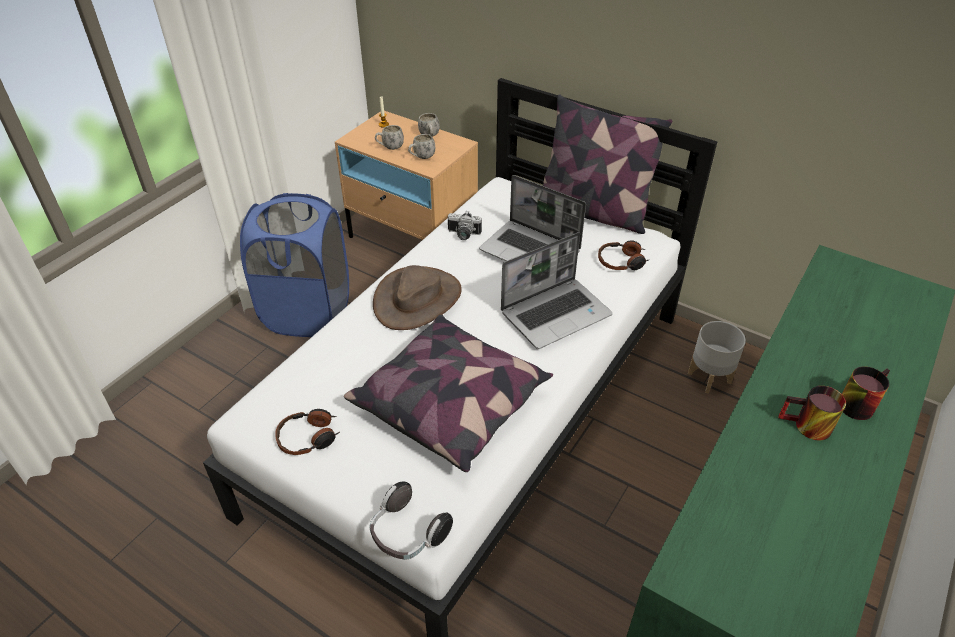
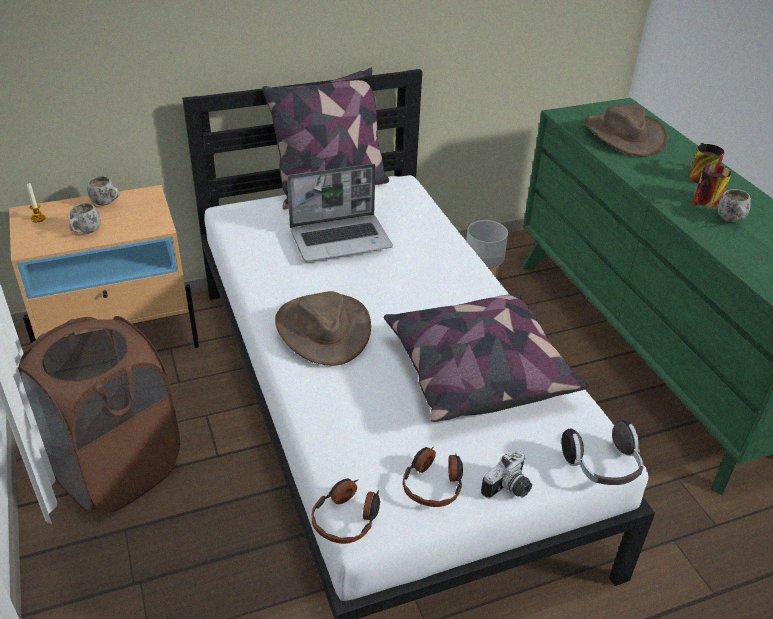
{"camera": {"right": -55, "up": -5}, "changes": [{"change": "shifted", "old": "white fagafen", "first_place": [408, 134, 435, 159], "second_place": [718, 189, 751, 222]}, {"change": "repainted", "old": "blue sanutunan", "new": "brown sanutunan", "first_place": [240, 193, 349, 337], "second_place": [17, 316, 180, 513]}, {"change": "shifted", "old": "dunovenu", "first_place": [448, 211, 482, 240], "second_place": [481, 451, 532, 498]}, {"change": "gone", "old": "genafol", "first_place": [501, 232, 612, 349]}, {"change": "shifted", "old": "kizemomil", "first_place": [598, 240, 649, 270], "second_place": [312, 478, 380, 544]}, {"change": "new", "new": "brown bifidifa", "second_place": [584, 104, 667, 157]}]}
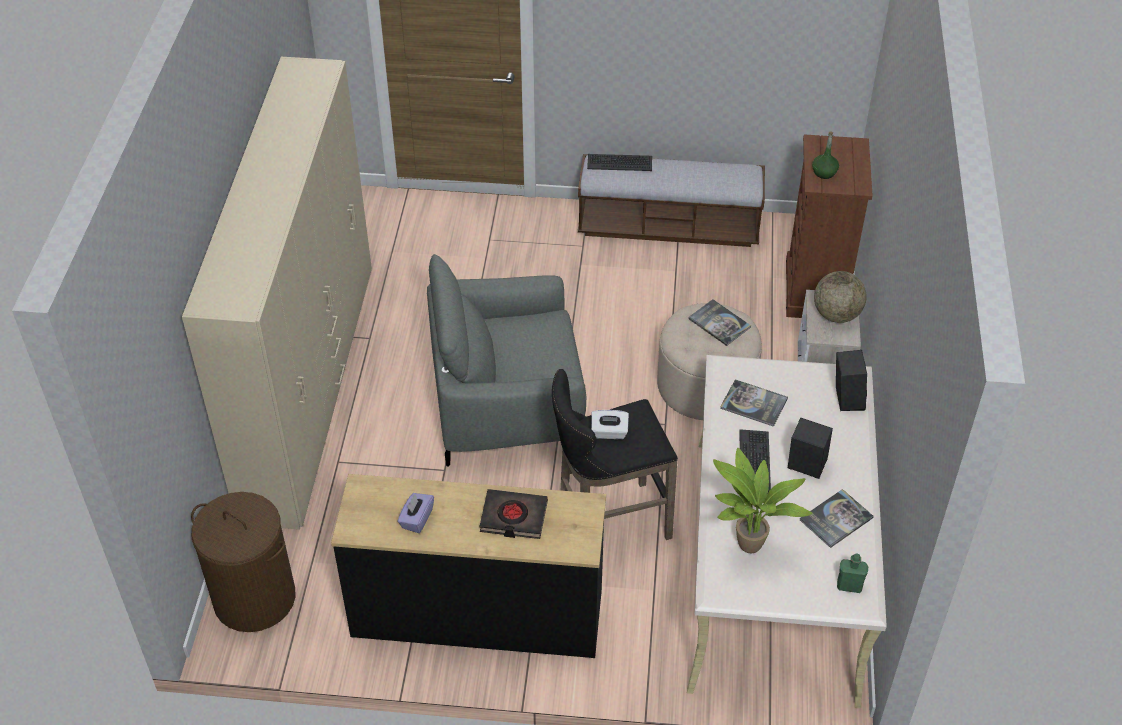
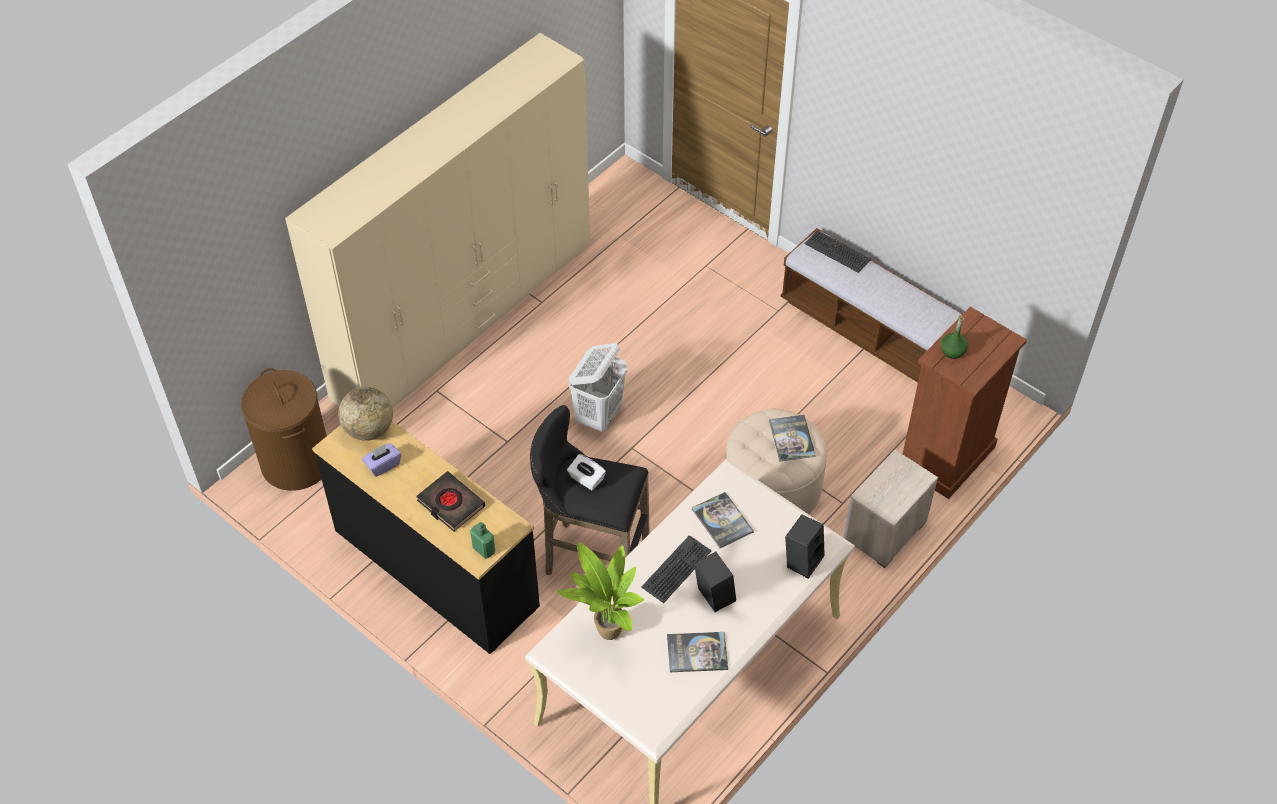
{"camera": {"right": 35, "up": 5}, "changes": [{"change": "swapped", "old": "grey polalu", "new": "white sanutunan", "first_place": [427, 254, 586, 467], "second_place": [569, 343, 627, 432]}, {"change": "shifted", "old": "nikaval", "first_place": [814, 271, 867, 323], "second_place": [338, 387, 393, 441]}, {"change": "shifted", "old": "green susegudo", "first_place": [837, 554, 868, 593], "second_place": [470, 522, 495, 559]}]}
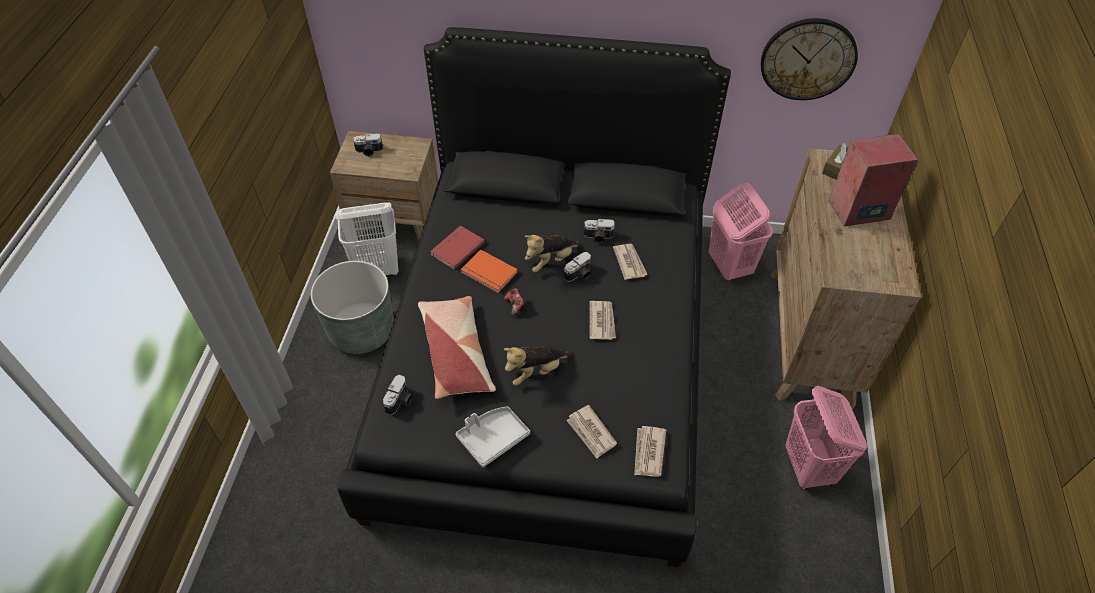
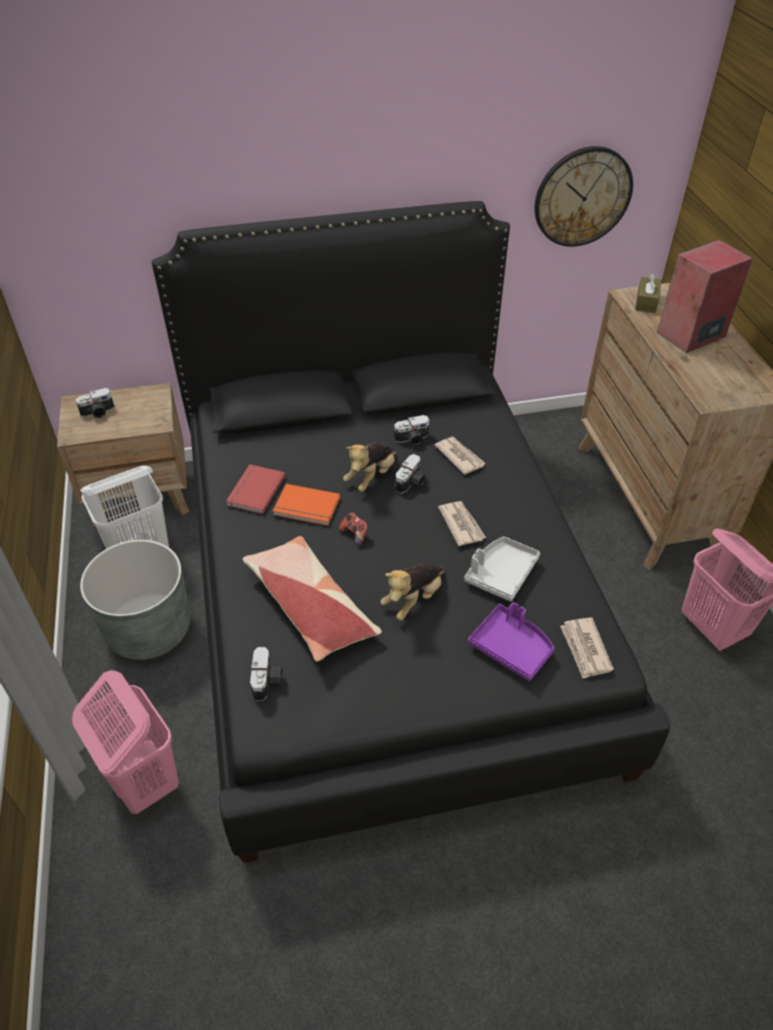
{"camera": {"right": -20, "up": -5}, "changes": [{"change": "shifted", "old": "pink sanutunan", "first_place": [709, 183, 773, 280], "second_place": [72, 670, 179, 814]}, {"change": "swapped", "old": "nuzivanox", "new": "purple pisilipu", "first_place": [566, 405, 617, 459], "second_place": [468, 602, 555, 681]}, {"change": "shifted", "old": "grey pisilipu", "first_place": [455, 406, 530, 467], "second_place": [464, 536, 540, 602]}]}
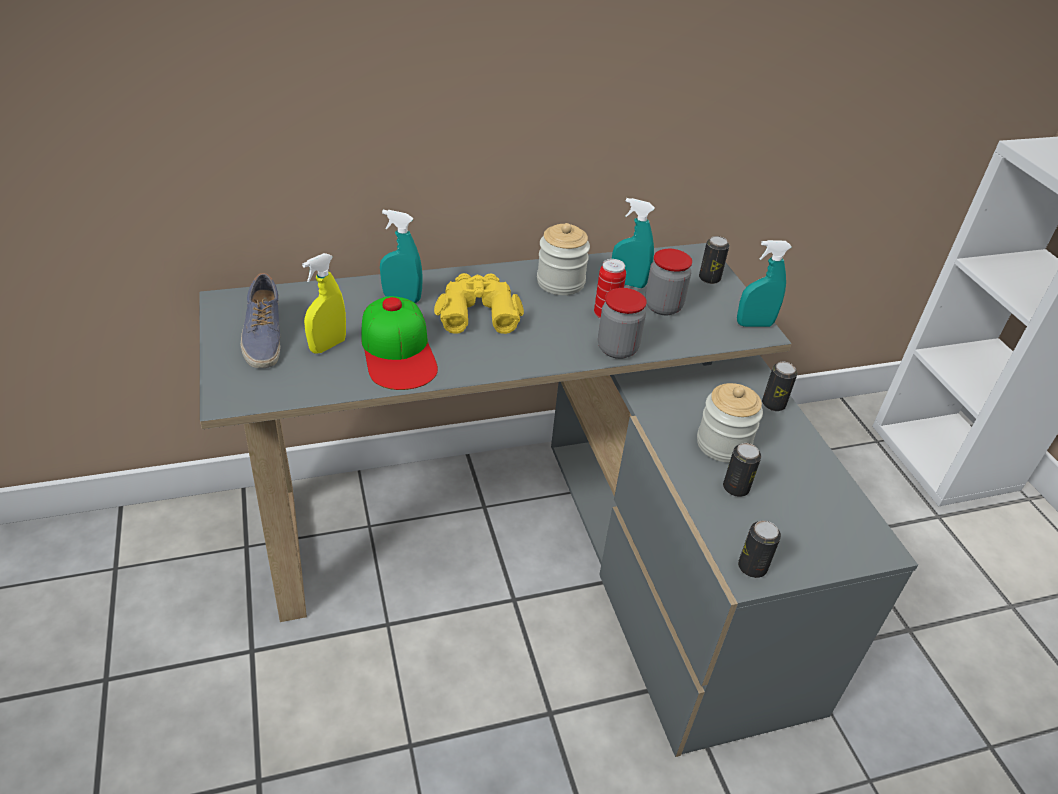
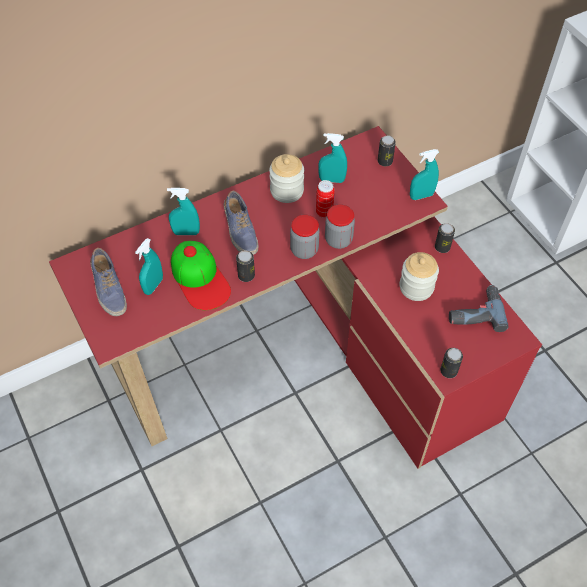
{"camera": {"right": -10, "up": 15}, "changes": [{"change": "repainted", "old": "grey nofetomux", "new": "red nofetomux", "first_place": [200, 243, 918, 757], "second_place": [49, 126, 542, 469]}, {"change": "shifted", "old": "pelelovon", "first_place": [645, 249, 692, 315], "second_place": [290, 215, 319, 259]}, {"change": "repainted", "old": "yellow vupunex", "new": "turquoise vupunex", "first_place": [302, 253, 346, 354], "second_place": [135, 238, 163, 295]}, {"change": "swapped", "old": "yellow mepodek", "new": "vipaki", "first_place": [434, 273, 524, 334], "second_place": [224, 191, 258, 255]}, {"change": "shifted", "old": "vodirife", "first_place": [723, 443, 761, 497], "second_place": [236, 250, 255, 282]}, {"change": "new", "new": "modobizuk", "second_place": [449, 285, 509, 332]}]}
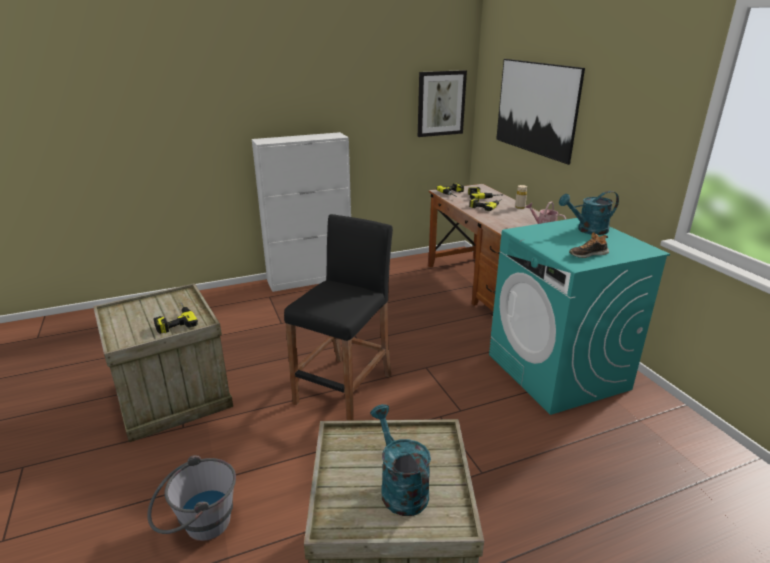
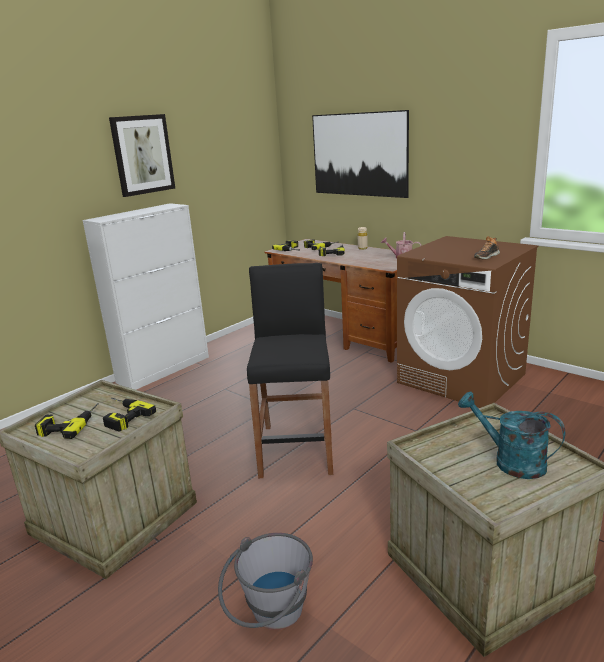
{"camera": {"right": -25, "up": -5}, "changes": [{"change": "shifted", "old": "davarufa", "first_place": [418, 70, 467, 137], "second_place": [109, 114, 175, 197]}, {"change": "gone", "old": "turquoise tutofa", "first_place": [559, 191, 619, 235]}, {"change": "repainted", "old": "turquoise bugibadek", "new": "brown bugibadek", "first_place": [489, 218, 670, 415], "second_place": [397, 236, 538, 408]}, {"change": "new", "new": "modobizuk", "second_place": [35, 403, 99, 439]}]}
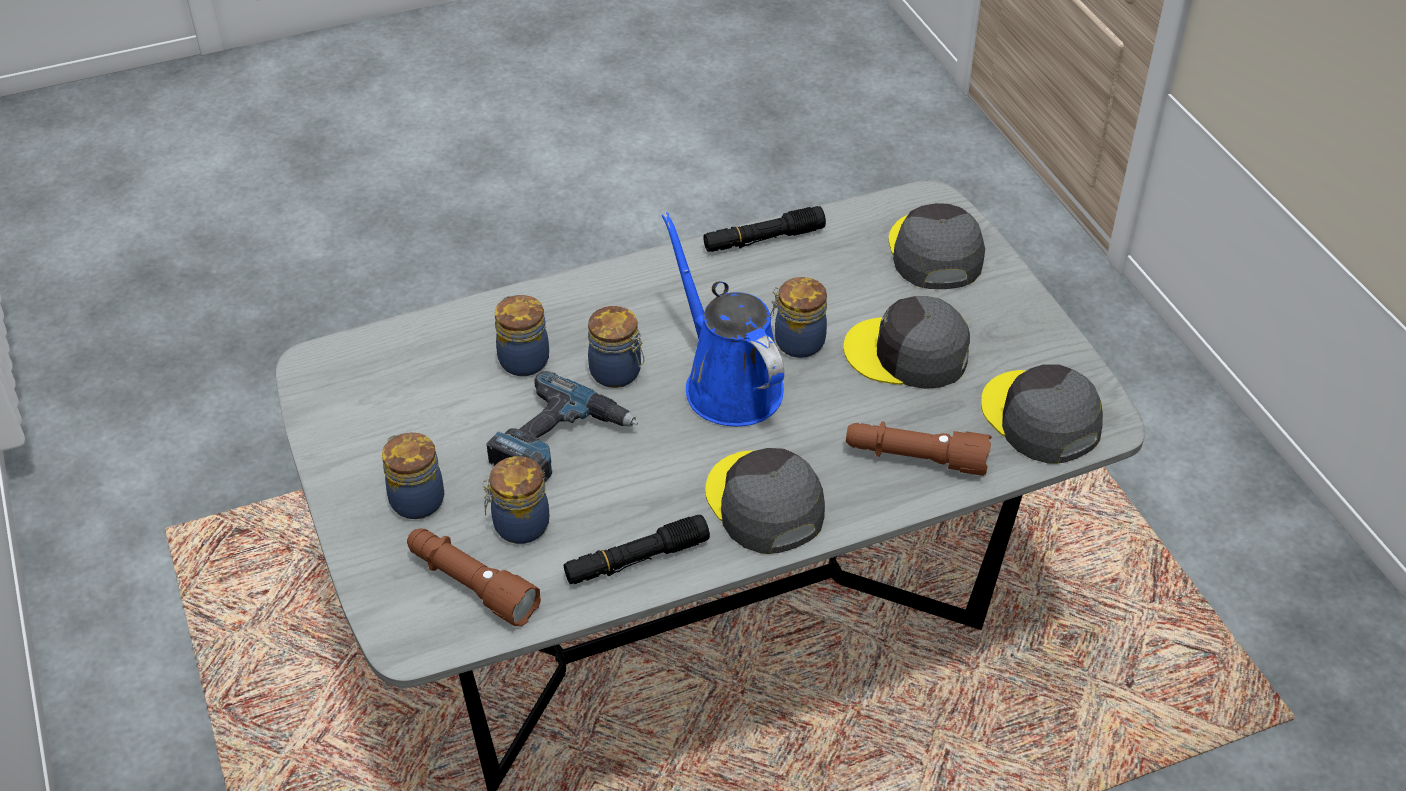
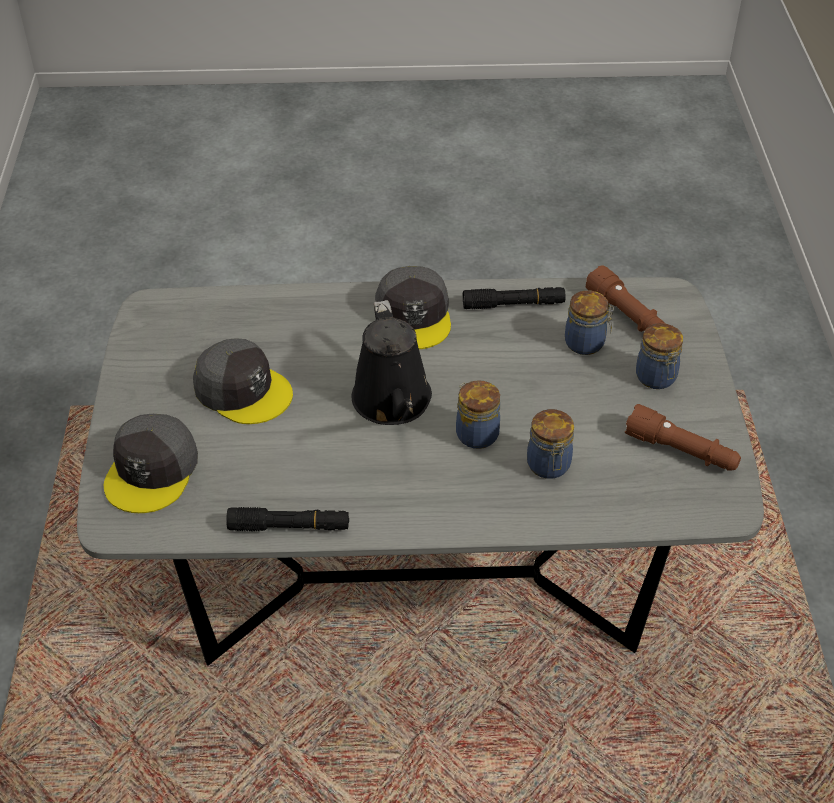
{"camera": {"right": -160, "up": 0}, "changes": [{"change": "repainted", "old": "blue tutofa", "new": "black tutofa", "first_place": [662, 212, 784, 426], "second_place": [351, 300, 432, 425]}, {"change": "gone", "old": "pelelovon", "first_place": [770, 277, 827, 358]}, {"change": "gone", "old": "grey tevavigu", "first_place": [981, 365, 1103, 464]}, {"change": "gone", "old": "modobizuk", "first_place": [487, 371, 638, 482]}, {"change": "shifted", "old": "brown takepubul", "first_place": [846, 421, 992, 476], "second_place": [625, 404, 741, 471]}]}
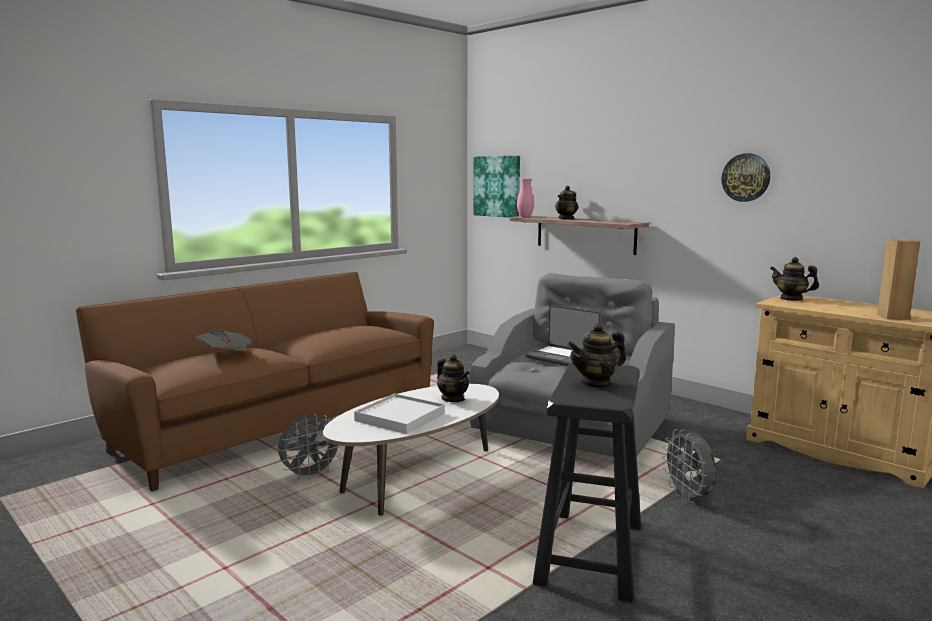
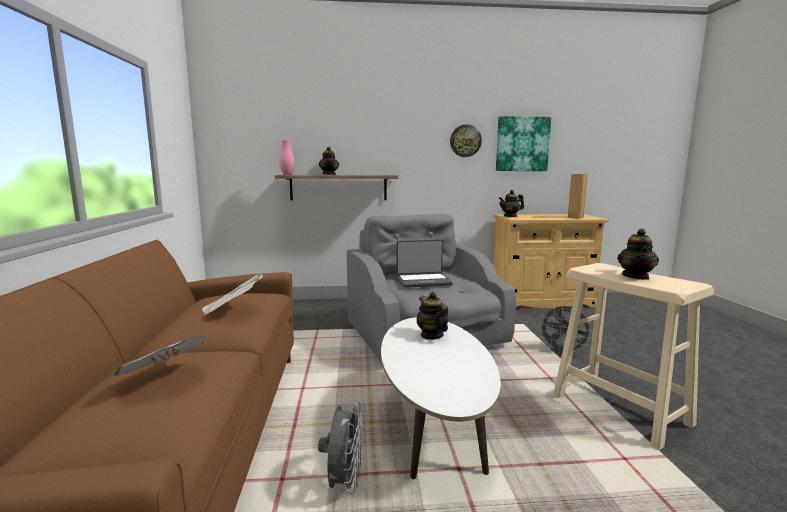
{"camera": {"right": -50, "up": 0}, "changes": [{"change": "shifted", "old": "davarufa", "first_place": [473, 156, 520, 218], "second_place": [496, 116, 551, 171]}, {"change": "rotated", "old": "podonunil", "first_place": [437, 354, 469, 402], "second_place": [417, 292, 448, 340], "degrees": -120}, {"change": "repainted", "old": "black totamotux", "new": "beige totamotux", "first_place": [533, 362, 641, 602], "second_place": [553, 263, 714, 450]}, {"change": "gone", "old": "white pisilipu", "first_place": [354, 393, 445, 434]}, {"change": "new", "new": "nuzivanox", "second_place": [202, 274, 263, 316]}]}
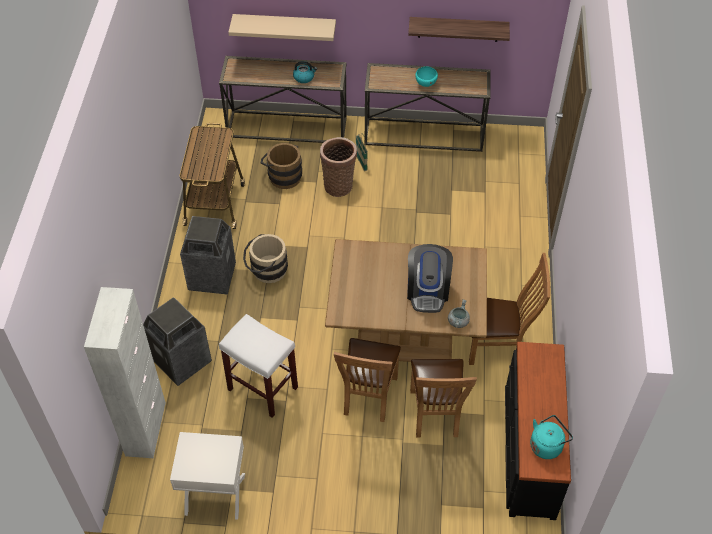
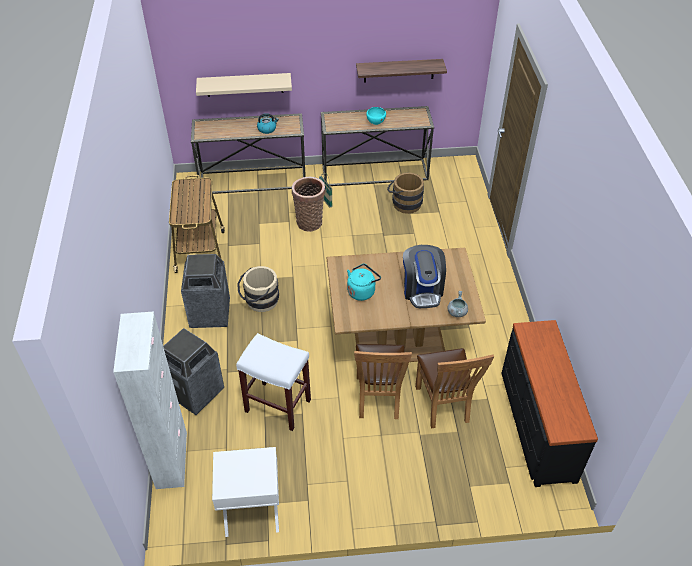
{"camera": {"right": -10, "up": -5}, "changes": [{"change": "shifted", "old": "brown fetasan", "first_place": [261, 143, 302, 189], "second_place": [387, 172, 424, 214]}, {"change": "gone", "old": "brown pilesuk", "first_place": [469, 253, 550, 365]}, {"change": "shifted", "old": "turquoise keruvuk", "first_place": [530, 415, 573, 459], "second_place": [347, 264, 381, 301]}]}
